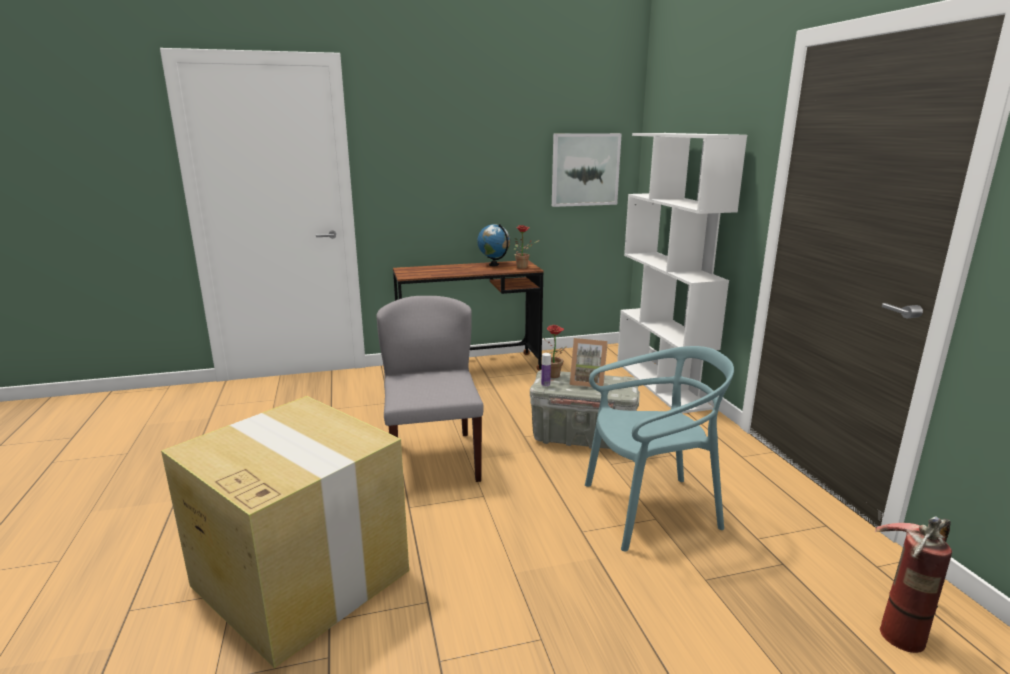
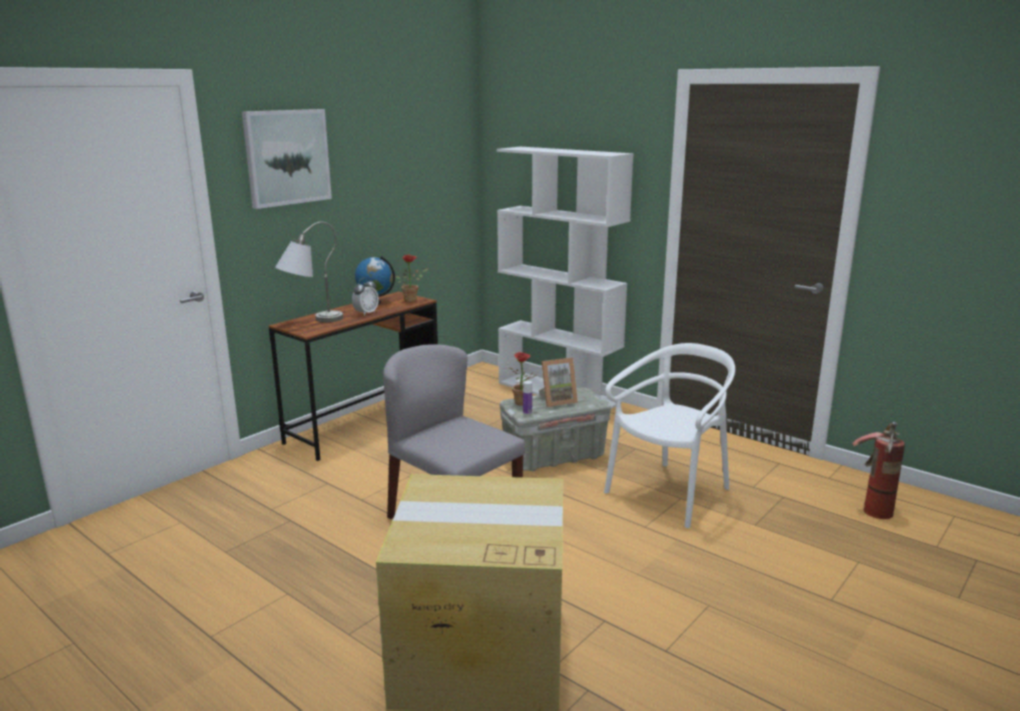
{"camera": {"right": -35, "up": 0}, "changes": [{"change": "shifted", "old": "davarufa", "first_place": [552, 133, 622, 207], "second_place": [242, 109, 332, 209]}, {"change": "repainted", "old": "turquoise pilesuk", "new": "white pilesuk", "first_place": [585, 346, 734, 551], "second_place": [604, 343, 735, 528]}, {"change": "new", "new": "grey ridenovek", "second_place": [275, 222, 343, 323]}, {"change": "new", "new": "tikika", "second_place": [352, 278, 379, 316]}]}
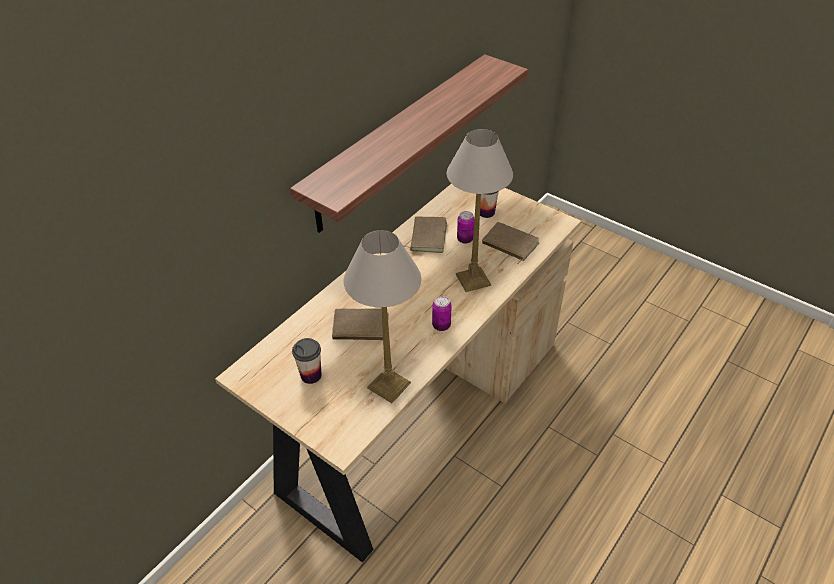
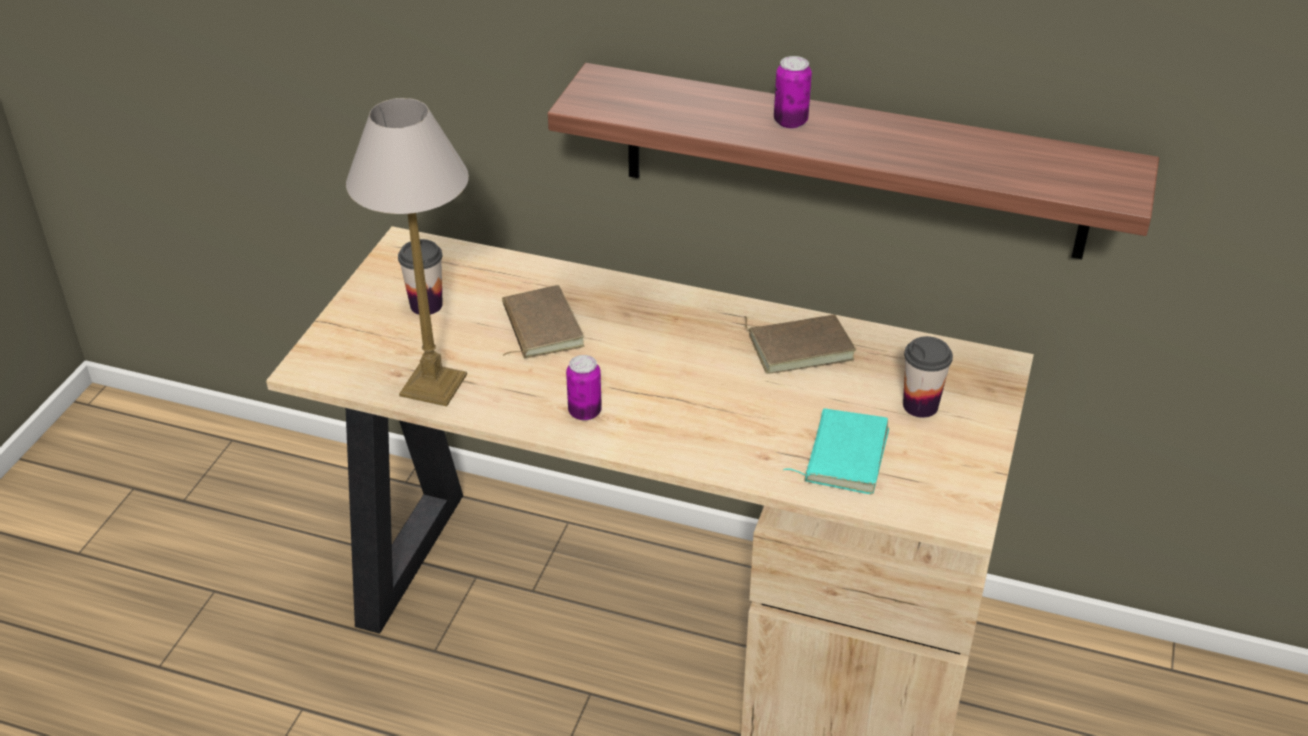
{"camera": {"right": 70, "up": -5}, "changes": [{"change": "gone", "old": "ridenovek", "first_place": [447, 129, 513, 292]}, {"change": "shifted", "old": "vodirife", "first_place": [457, 211, 474, 244], "second_place": [774, 56, 812, 128]}, {"change": "repainted", "old": "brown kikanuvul", "new": "turquoise kikanuvul", "first_place": [482, 222, 539, 264], "second_place": [783, 408, 889, 494]}]}
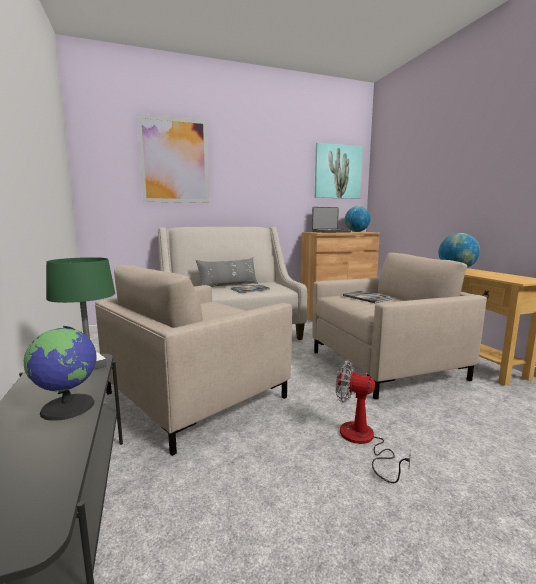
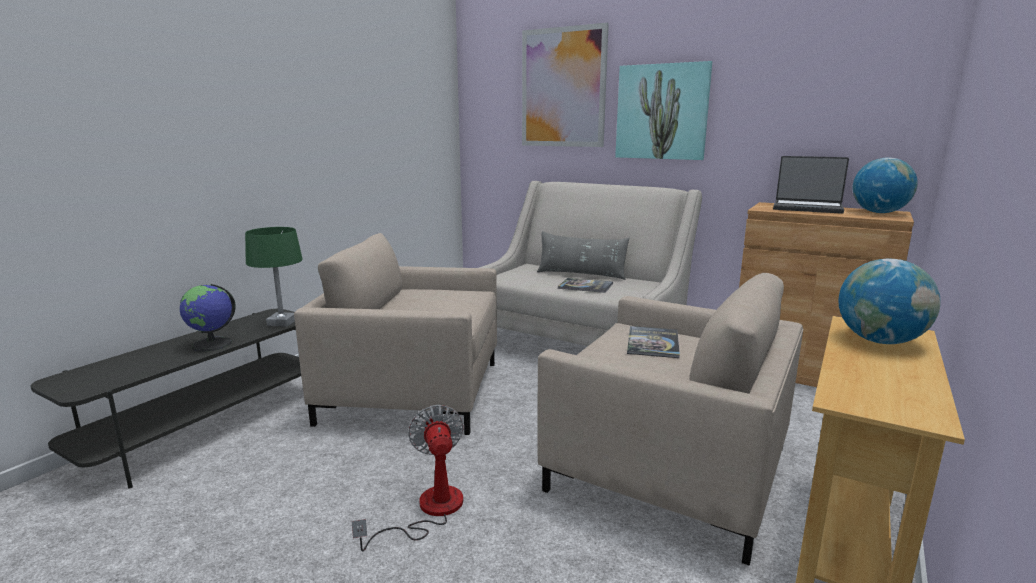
{"camera": {"right": 50, "up": 5}, "changes": [{"change": "shifted", "old": "davarufa", "first_place": [315, 143, 363, 199], "second_place": [615, 61, 712, 160]}]}
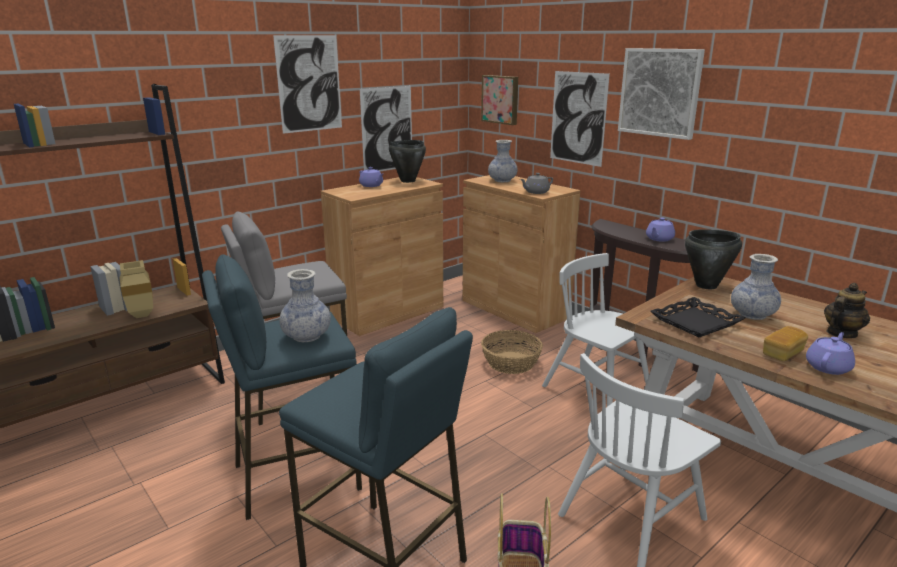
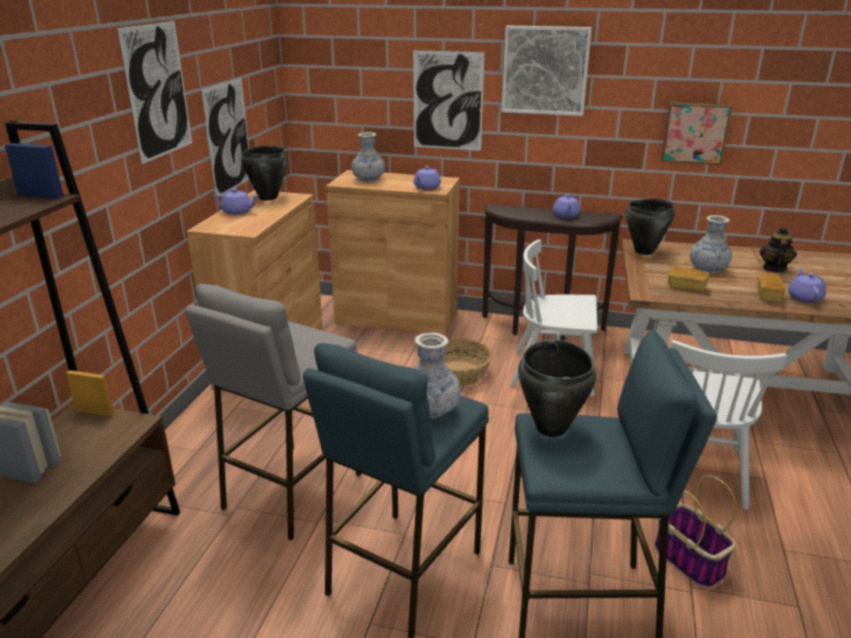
{"camera": {"right": -35, "up": 5}, "changes": [{"change": "shifted", "old": "davarufa", "first_place": [481, 75, 518, 125], "second_place": [661, 102, 732, 165]}, {"change": "repainted", "old": "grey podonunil", "new": "purple podonunil", "first_place": [520, 173, 553, 194], "second_place": [414, 166, 441, 190]}, {"change": "gone", "old": "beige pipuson", "first_place": [120, 260, 153, 318]}, {"change": "swapped", "old": "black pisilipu", "new": "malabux", "first_place": [650, 297, 745, 337], "second_place": [668, 267, 709, 292]}, {"change": "new", "new": "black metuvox", "second_place": [518, 340, 596, 437]}]}
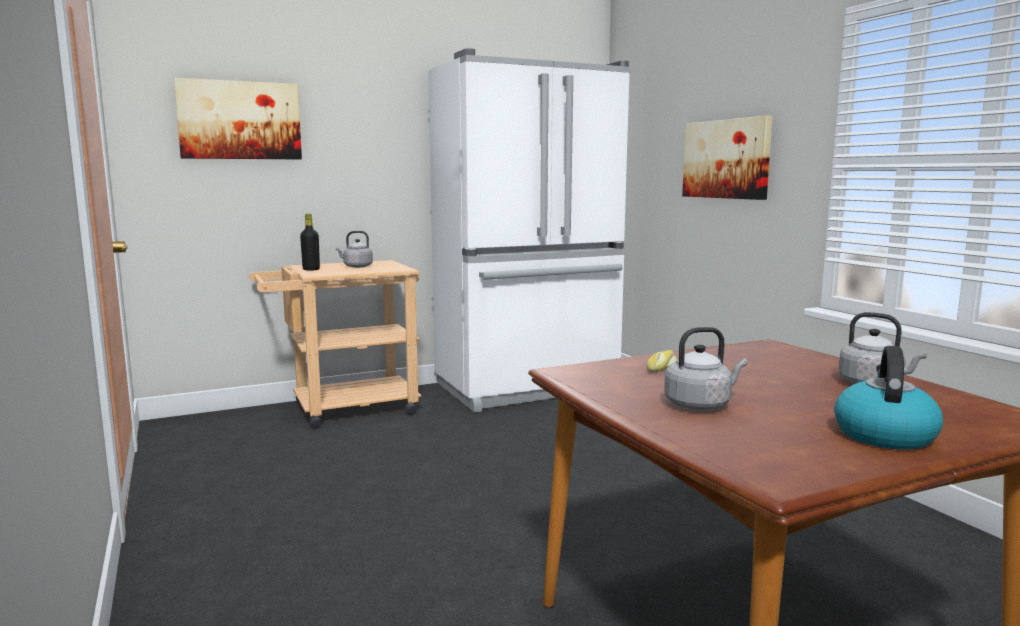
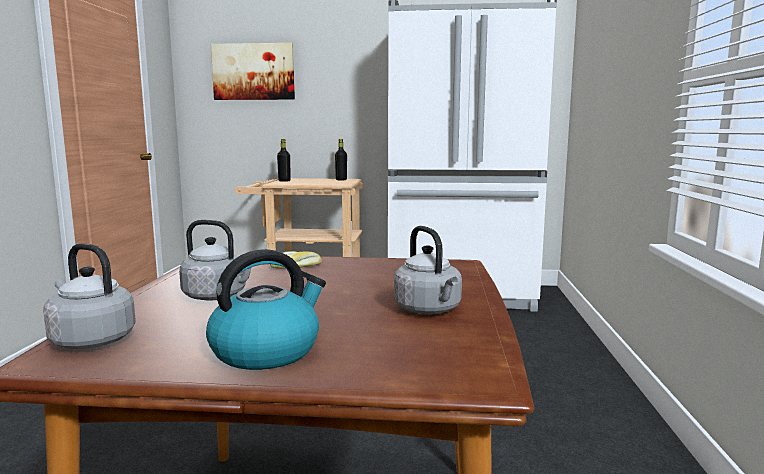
{"camera": {"right": 30, "up": 0}, "changes": [{"change": "gone", "old": "davarufa", "first_place": [682, 116, 772, 200]}, {"change": "shifted", "old": "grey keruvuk", "first_place": [336, 231, 373, 268], "second_place": [43, 243, 136, 349]}, {"change": "new", "new": "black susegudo", "second_place": [335, 139, 347, 181]}]}
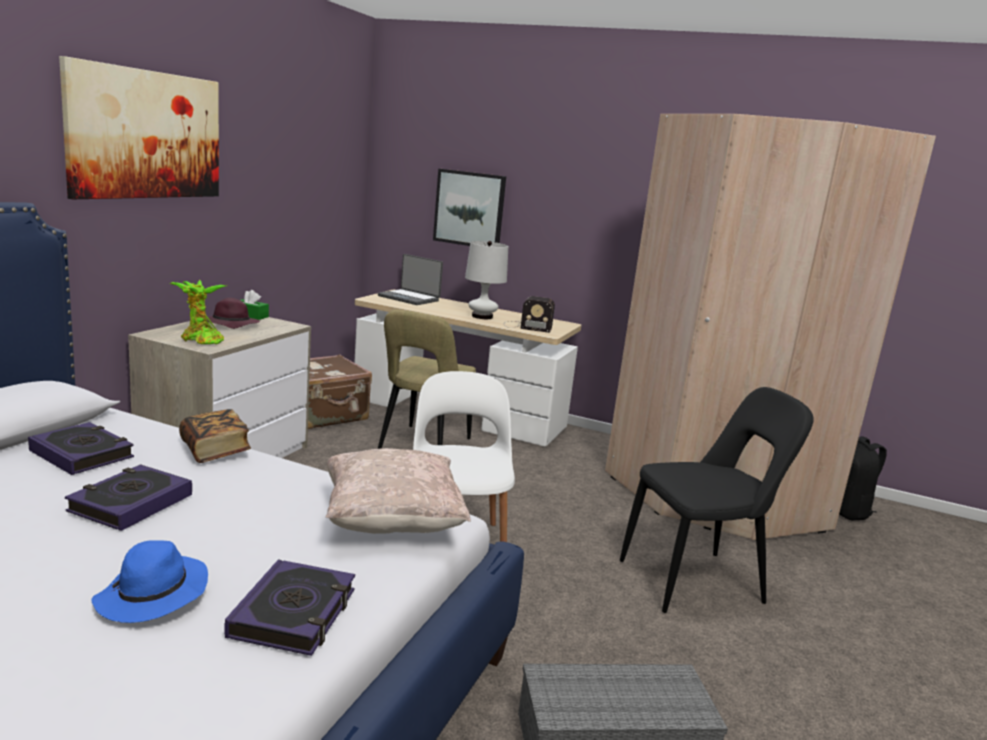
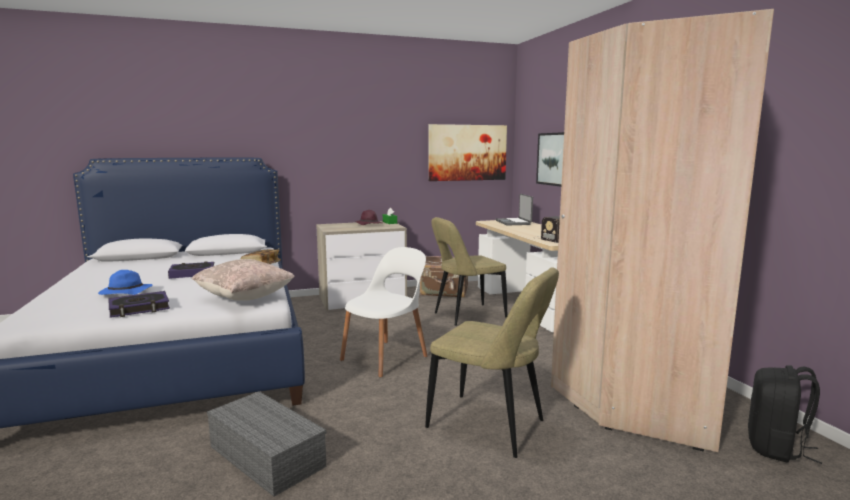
{"camera": {"right": 50, "up": -5}, "changes": [{"change": "shifted", "old": "davarufa", "first_place": [59, 56, 219, 199], "second_place": [429, 124, 507, 181]}, {"change": "gone", "old": "white ridenovek", "first_place": [465, 241, 508, 319]}, {"change": "gone", "old": "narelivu", "first_place": [169, 280, 227, 344]}, {"change": "repainted", "old": "black pilesuk", "new": "beige pilesuk", "first_place": [620, 387, 814, 613], "second_place": [425, 267, 559, 458]}, {"change": "gone", "old": "kikanuvul", "first_place": [28, 422, 134, 475]}]}
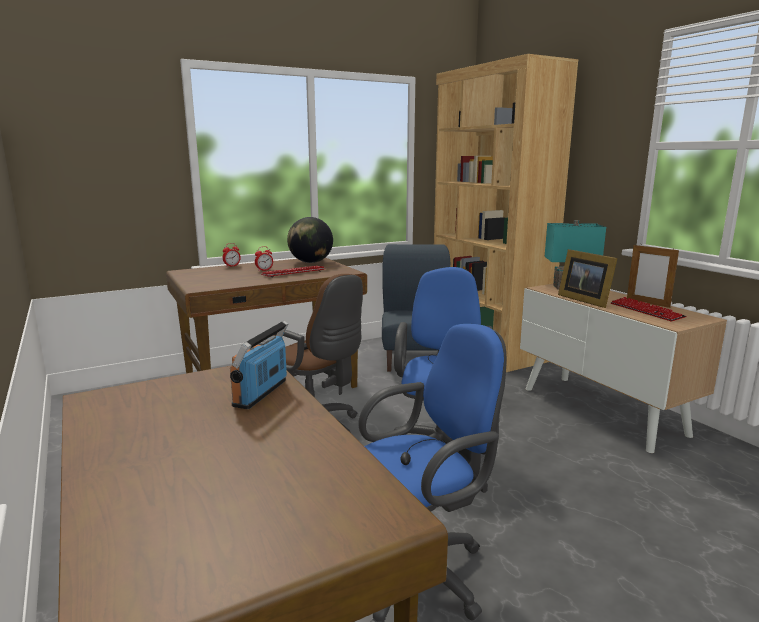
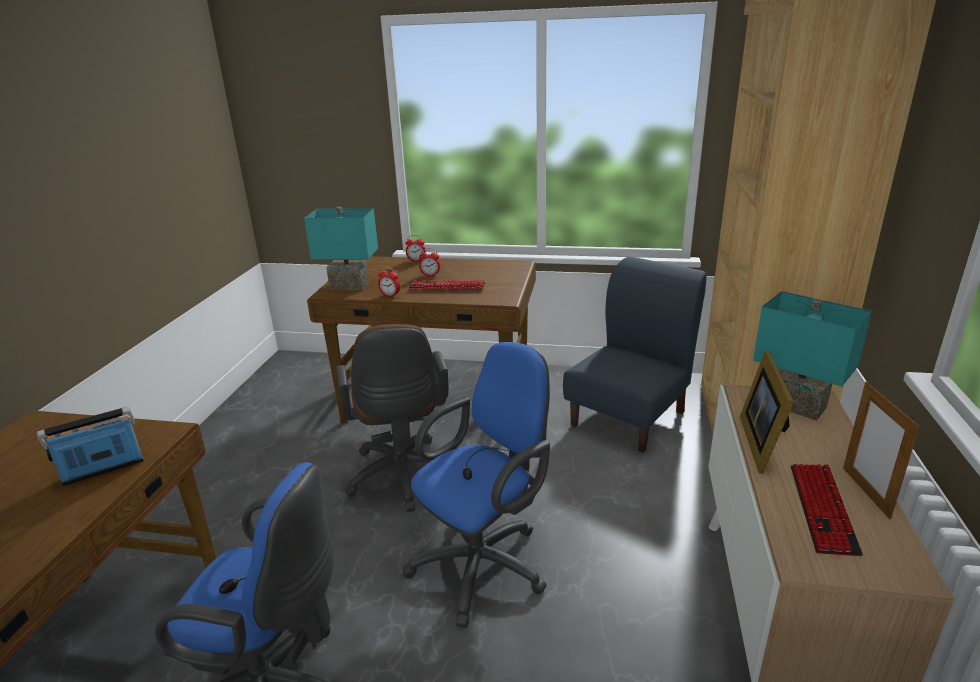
{"camera": {"right": 40, "up": 10}, "changes": [{"change": "gone", "old": "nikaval", "first_place": [287, 217, 333, 263]}, {"change": "new", "new": "turquoise ridenovek", "second_place": [304, 207, 378, 290]}, {"change": "new", "new": "tikika", "second_place": [378, 267, 400, 298]}]}
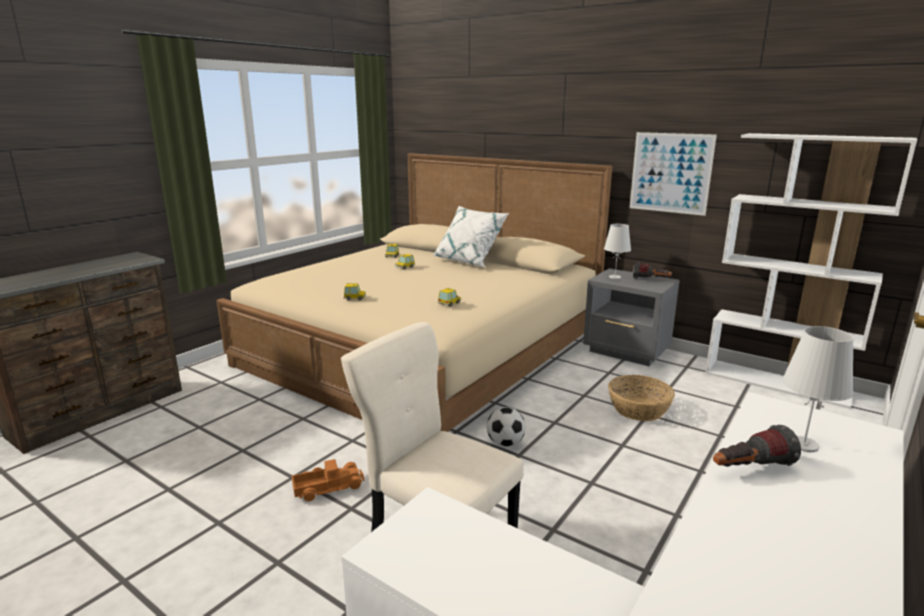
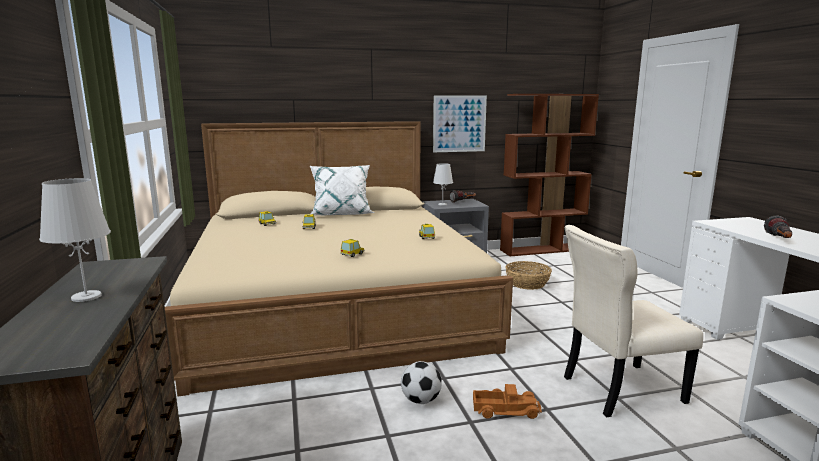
{"camera": {"right": -50, "up": -5}, "changes": [{"change": "repainted", "old": "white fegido", "new": "brown fegido", "first_place": [705, 133, 917, 409], "second_place": [500, 94, 599, 256]}, {"change": "shifted", "old": "white ridenovek", "first_place": [782, 326, 854, 452], "second_place": [39, 178, 111, 302]}, {"change": "shifted", "old": "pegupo", "first_place": [487, 407, 526, 447], "second_place": [401, 361, 442, 404]}, {"change": "rotated", "old": "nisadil", "first_place": [292, 459, 364, 501], "second_place": [473, 384, 542, 419], "degrees": 75}]}
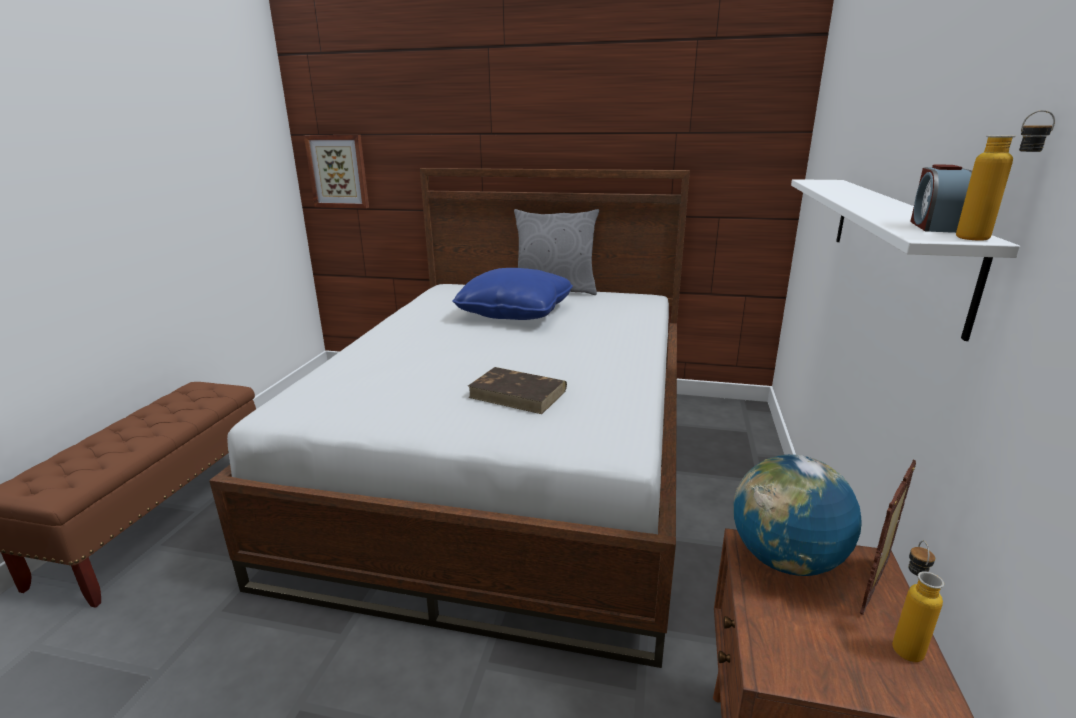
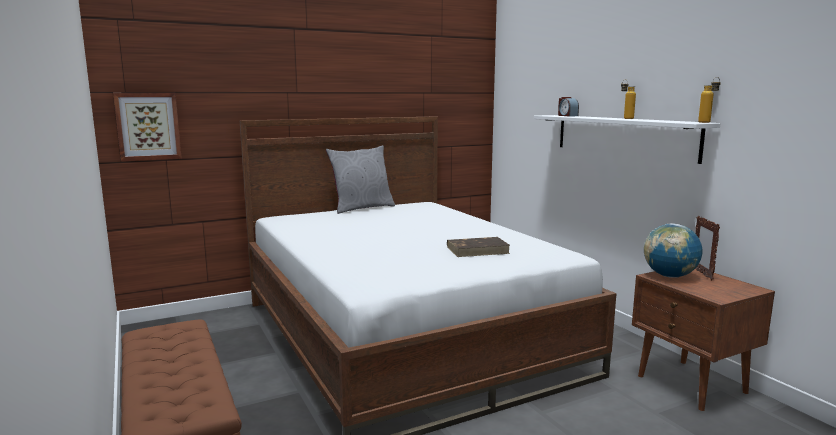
{"camera": {"right": -40, "up": -10}, "changes": [{"change": "shifted", "old": "tikika", "first_place": [911, 164, 972, 233], "second_place": [558, 97, 579, 116]}, {"change": "gone", "old": "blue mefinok", "first_place": [452, 268, 573, 320]}, {"change": "shifted", "old": "susegudo", "first_place": [892, 540, 944, 662], "second_place": [621, 79, 636, 119]}]}
